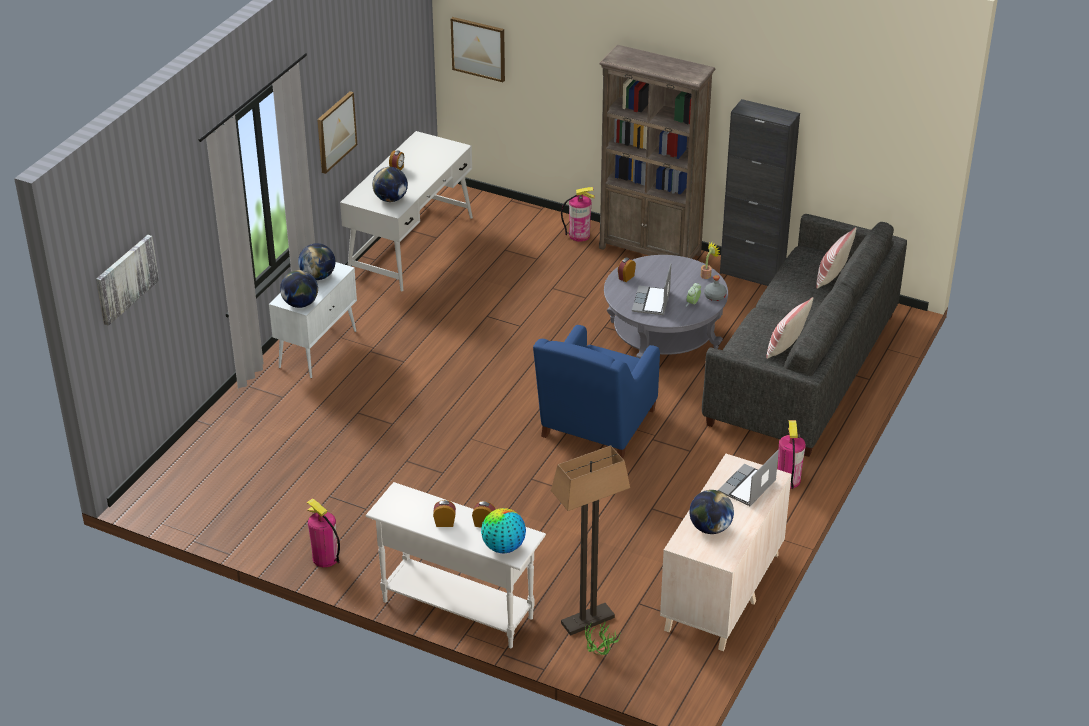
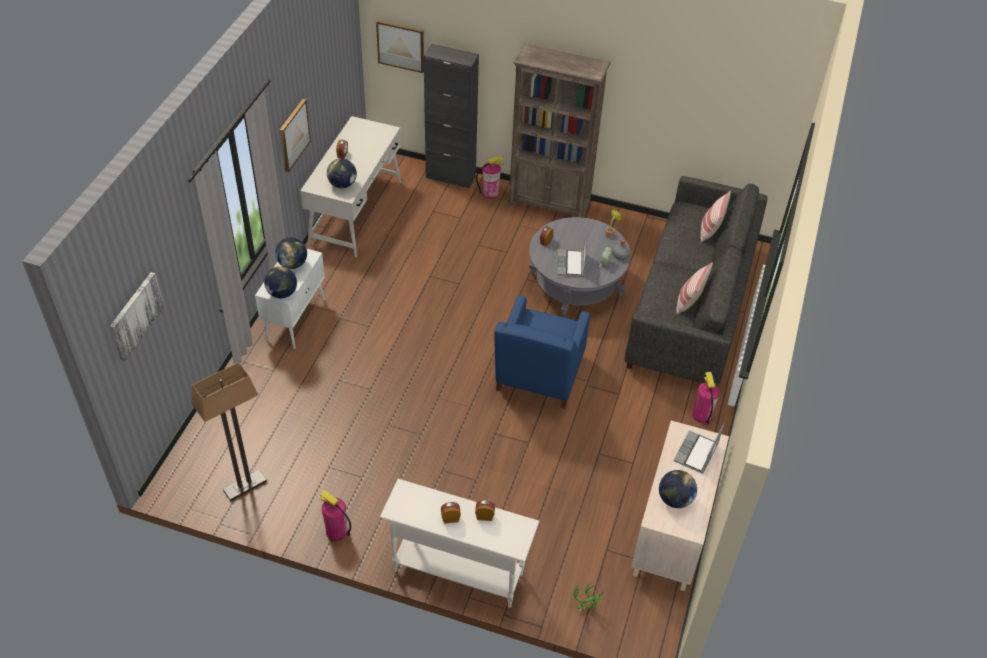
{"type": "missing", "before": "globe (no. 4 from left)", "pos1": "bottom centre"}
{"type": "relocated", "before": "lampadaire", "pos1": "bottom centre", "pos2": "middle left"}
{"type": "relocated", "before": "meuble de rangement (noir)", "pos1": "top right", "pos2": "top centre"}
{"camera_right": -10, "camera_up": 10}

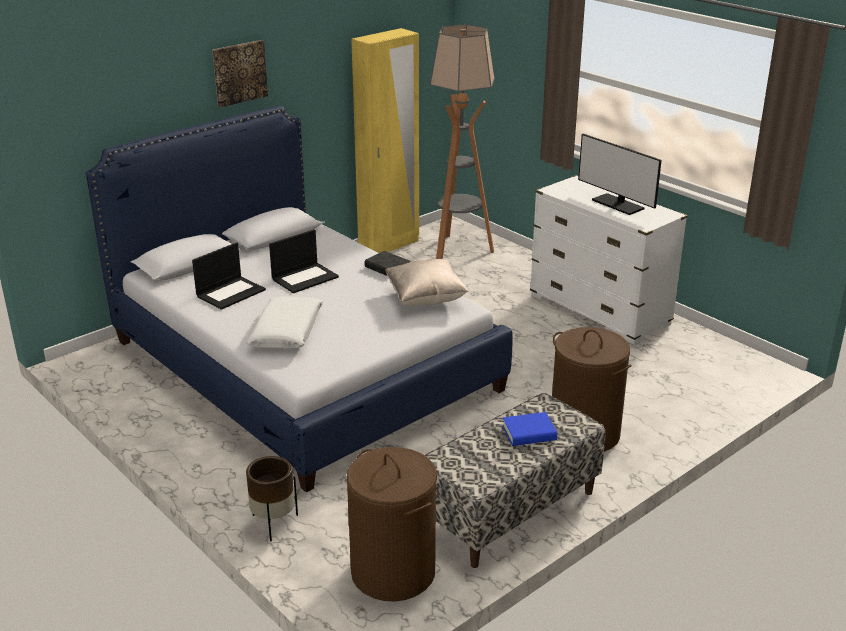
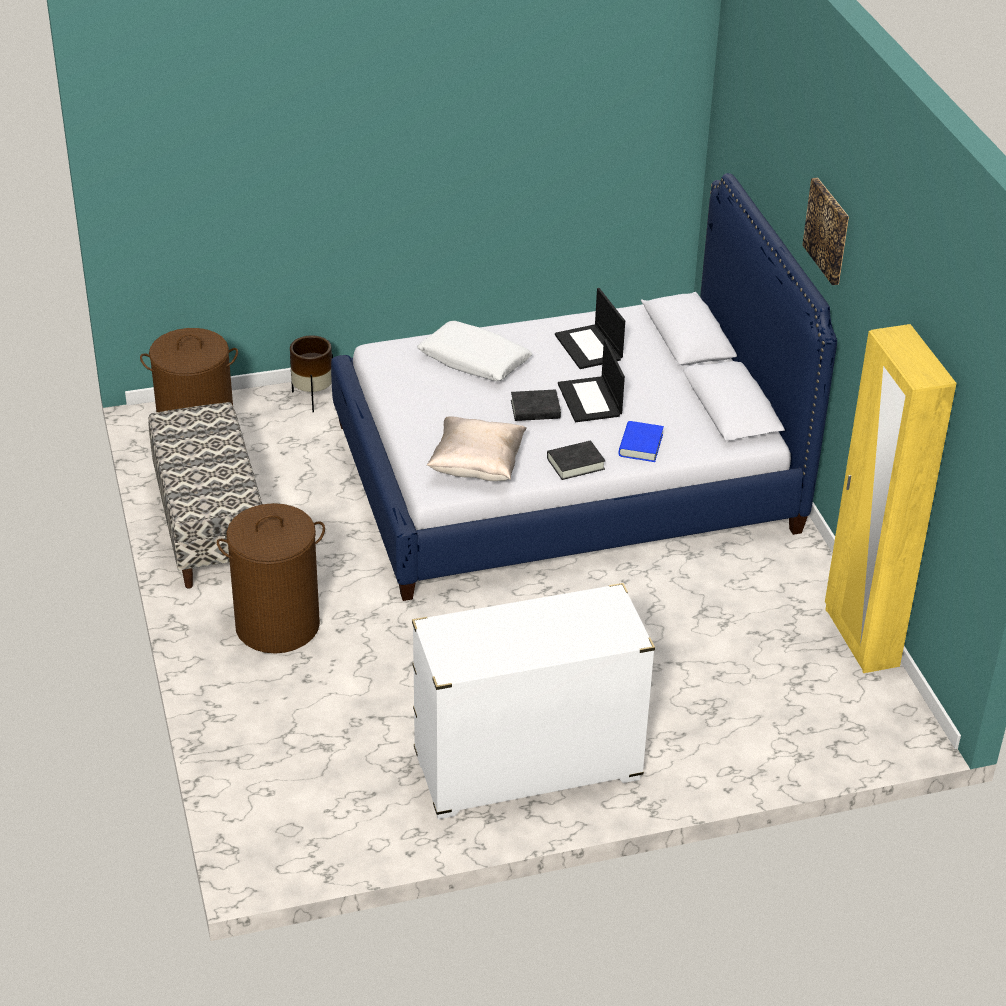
{"type": "missing", "before": "lampadaire", "pos1": "top centre"}
{"type": "relocated", "before": "livre (bleu)", "pos1": "bottom centre", "pos2": "centre"}
{"type": "missing", "before": "écran d'ordinateur", "pos1": "top right"}
{"type": "appeared", "after": "livre (noir) (no. 1 from left)", "pos2": "centre"}
{"camera_right": 115, "camera_up": 10}

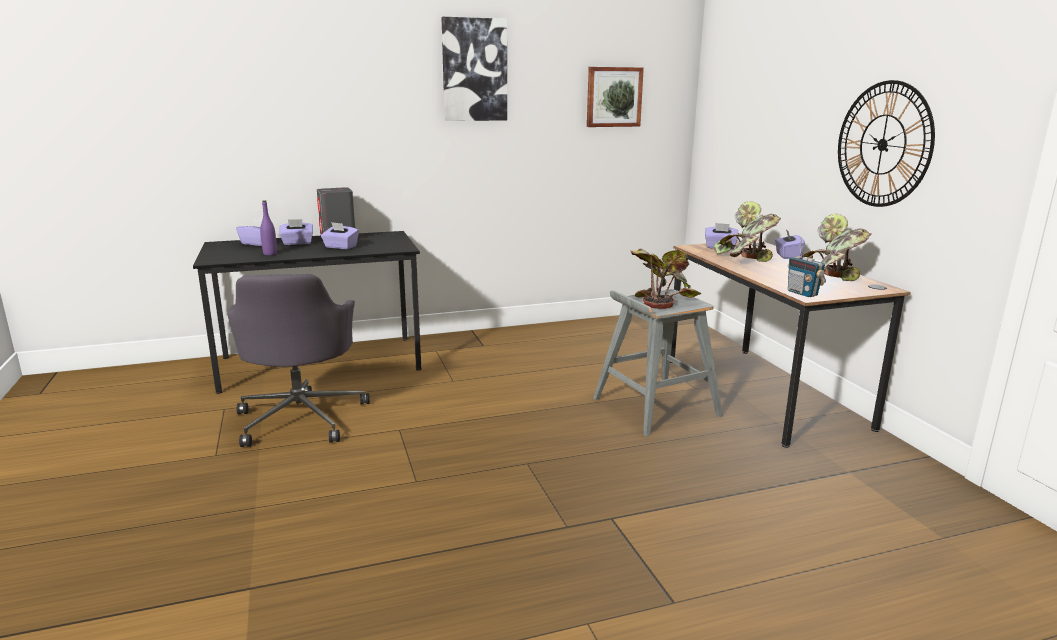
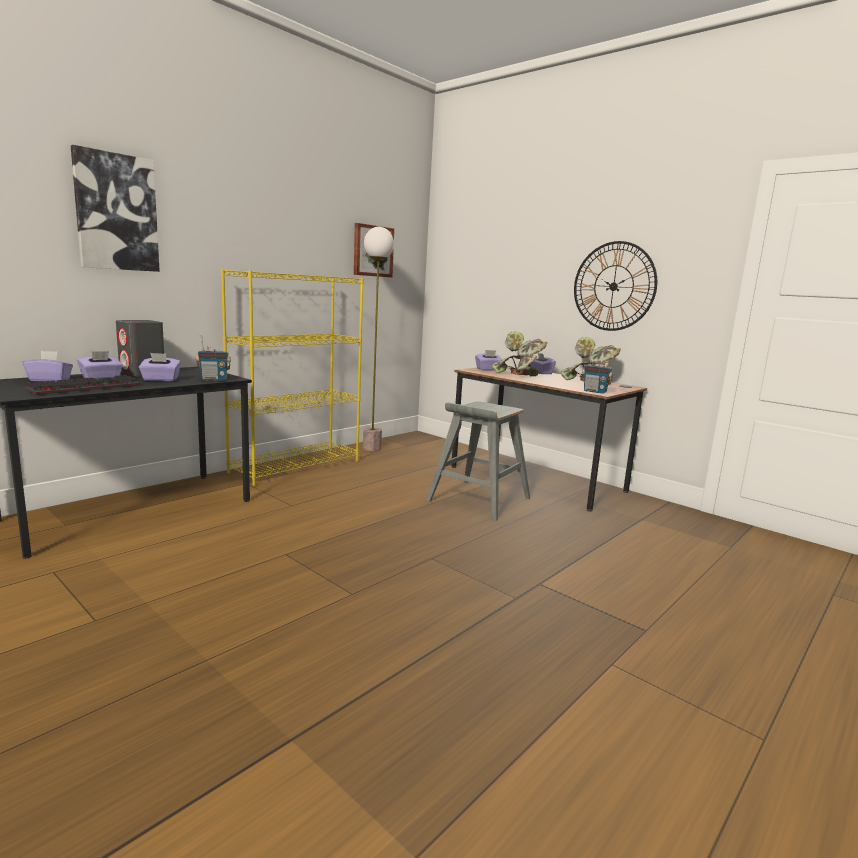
{"type": "missing", "before": "chaise de bureau (gris)", "pos1": "middle left"}
{"type": "exchanged", "before": "bouteille (violet)", "after": "clavier", "pos1": "middle left", "pos2": "middle left"}
{"type": "relocated", "before": "tableau (no. 1 from left)", "pos1": "top centre", "pos2": "top left"}
{"type": "missing", "before": "plante en pot (no. 1 from left)", "pos1": "centre"}
{"type": "appeared", "after": "radio (no. 1 from left)", "pos2": "middle left"}
{"type": "appeared", "after": "bibliothèque (jaune)", "pos2": "centre"}
{"type": "appeared", "after": "lampadaire", "pos2": "centre"}
{"camera_right": -30, "camera_up": -5}

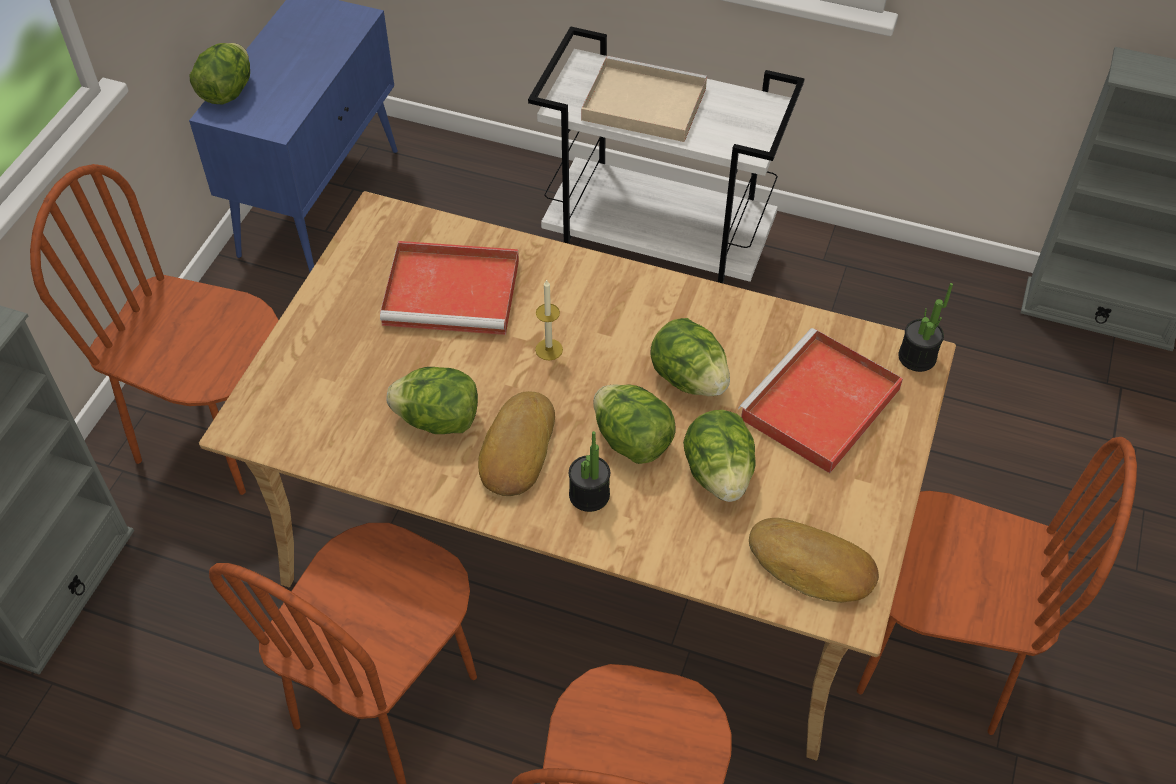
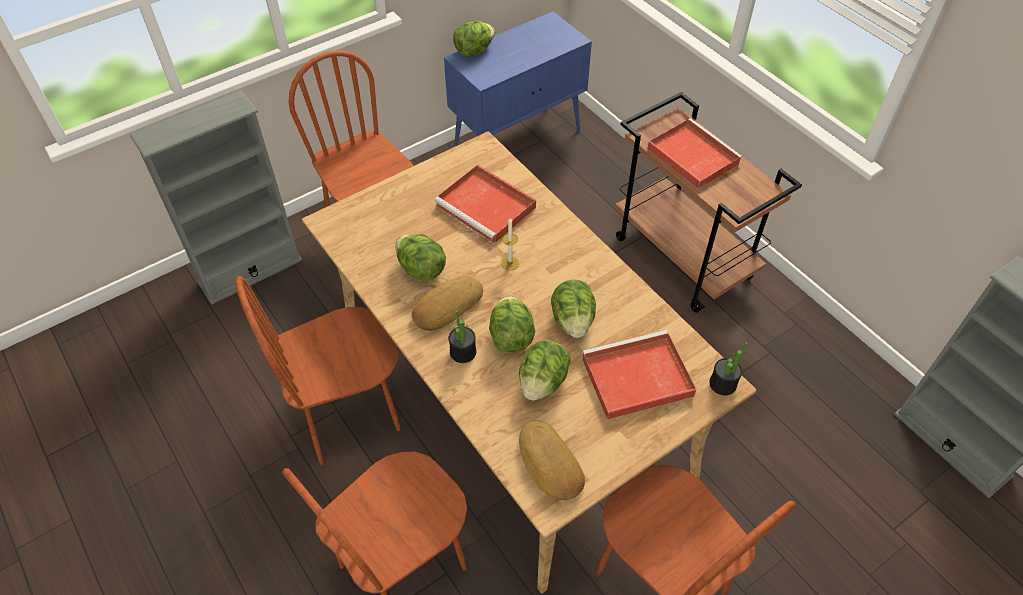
{"type": "colour", "before": "chariot (blanc)", "after": "chariot (marron)", "pos1": "top centre", "pos2": "middle right"}
{"type": "colour", "before": "plateau (beige)", "after": "plateau (rouge) (no. 3 from left)", "pos1": "top centre", "pos2": "top right"}
{"camera_right": 35, "camera_up": 0}

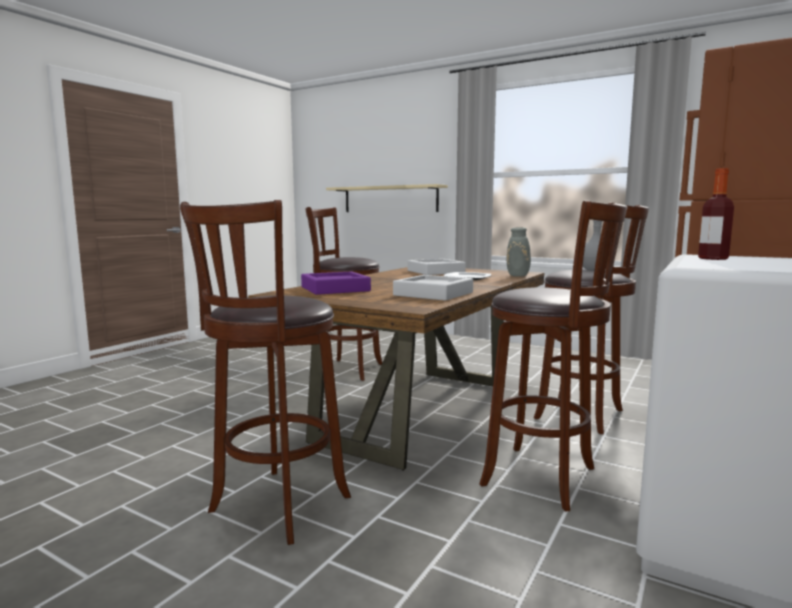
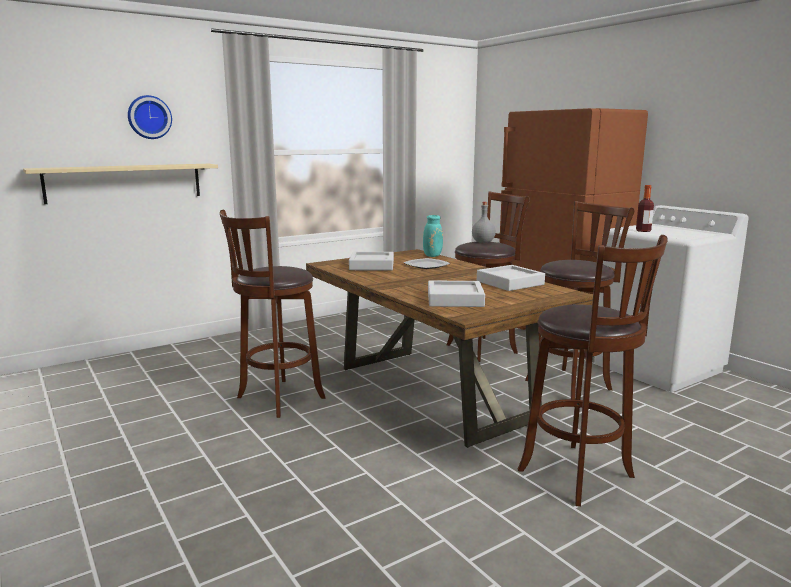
{"type": "colour", "before": "plateau (violet)", "after": "plateau (gris) (no. 2 from left)", "pos1": "centre", "pos2": "centre"}
{"type": "colour", "before": "vase (gris)", "after": "vase (turquoise)", "pos1": "centre", "pos2": "centre"}
{"type": "appeared", "after": "horloge murale", "pos2": "top left"}
{"camera_right": -65, "camera_up": 5}

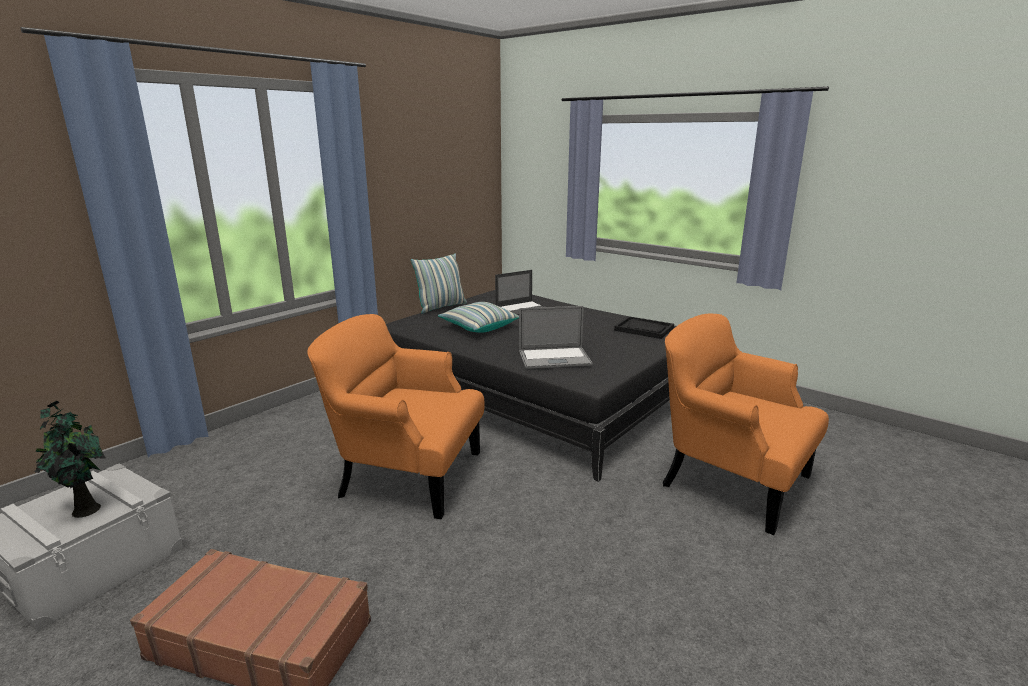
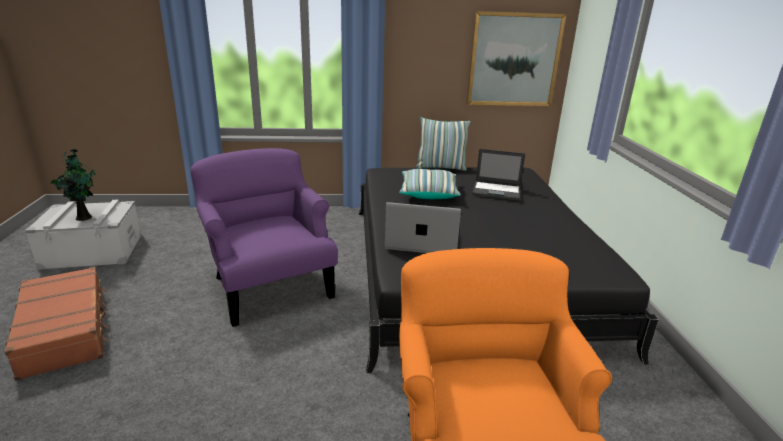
{"type": "colour", "before": "fauteuil (orange) (no. 1 from left)", "after": "fauteuil (violet)", "pos1": "centre", "pos2": "centre"}
{"type": "spun", "before": "ordinateur portable (no. 2 from left in the first image)", "pos1": "centre", "pos2": "centre", "turn": 150}
{"type": "missing", "before": "plateau (noir)", "pos1": "centre"}
{"type": "appeared", "after": "tableau", "pos2": "top centre"}
{"camera_right": 45, "camera_up": 5}

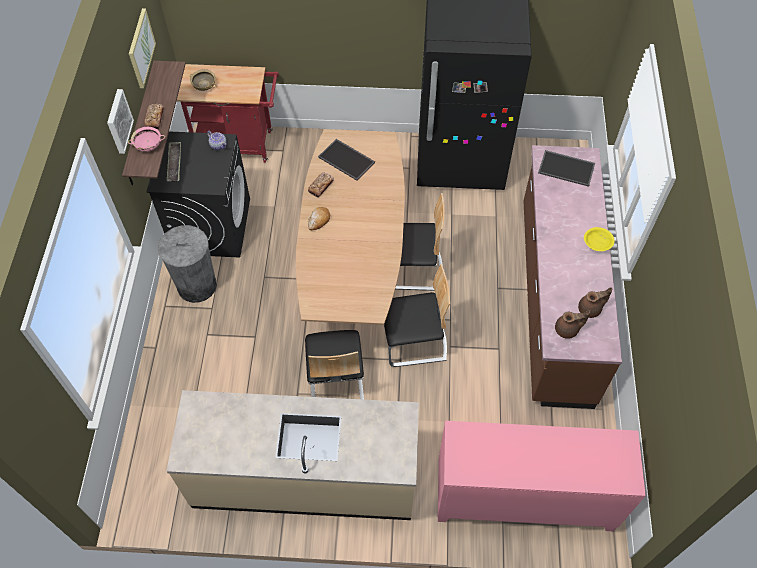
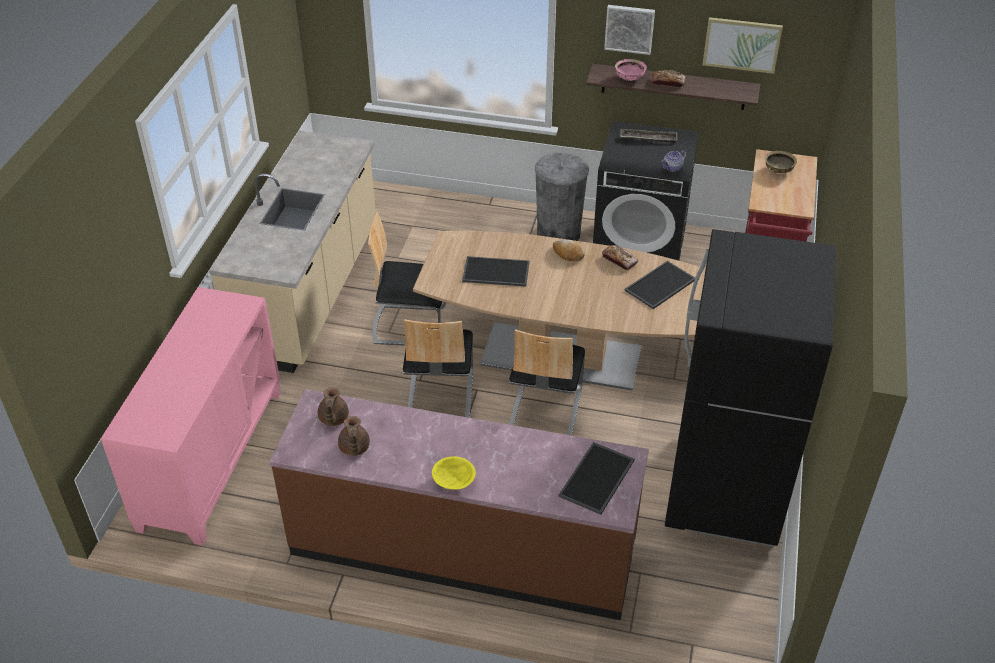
{"type": "appeared", "after": "plateau (no. 1 from left)", "pos2": "centre"}
{"camera_right": 100, "camera_up": -15}

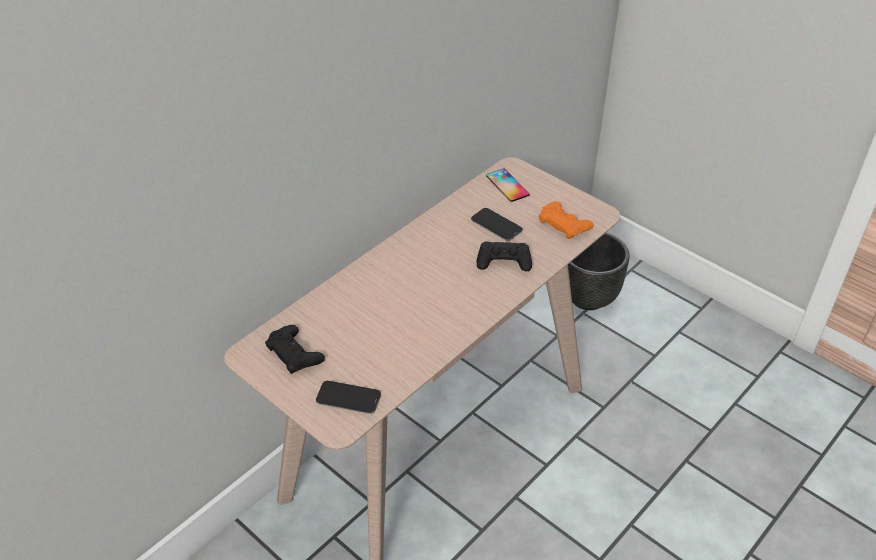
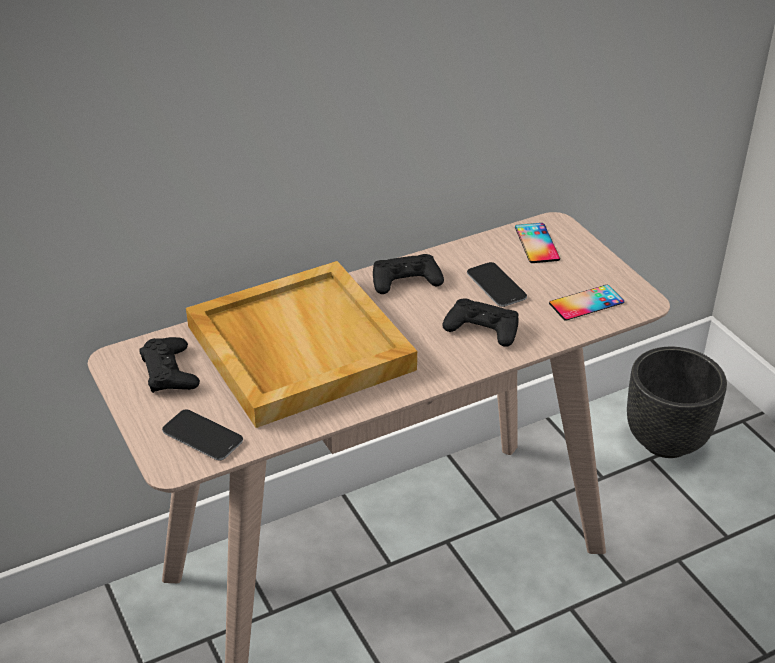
{"type": "exchanged", "before": "manette (orange)", "after": "téléphone (no. 4 from left)", "pos1": "centre", "pos2": "middle right"}
{"type": "appeared", "after": "plateau (beige)", "pos2": "centre"}
{"type": "appeared", "after": "manette (noir) (no. 2 from left)", "pos2": "centre"}
{"camera_right": 20, "camera_up": -5}

